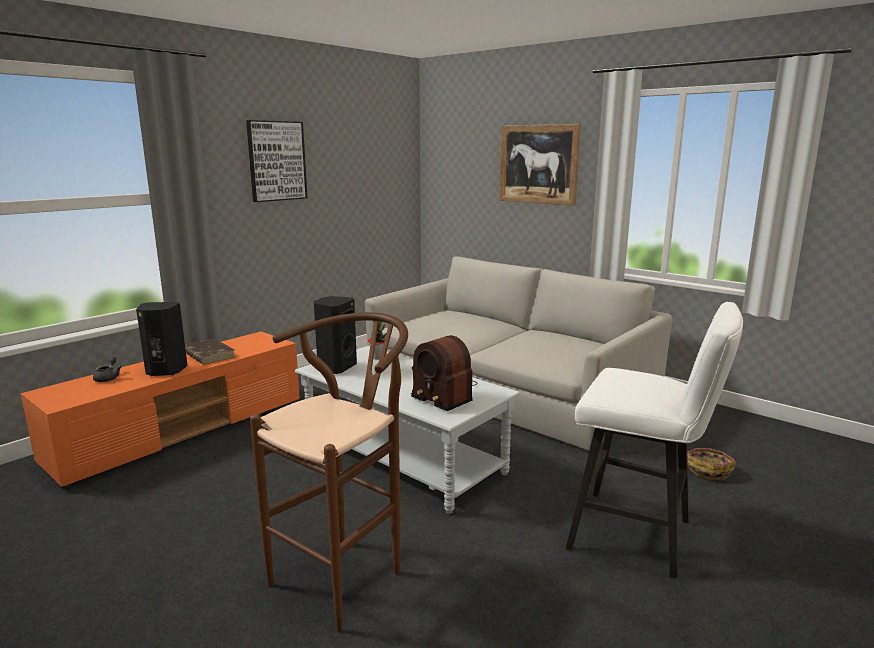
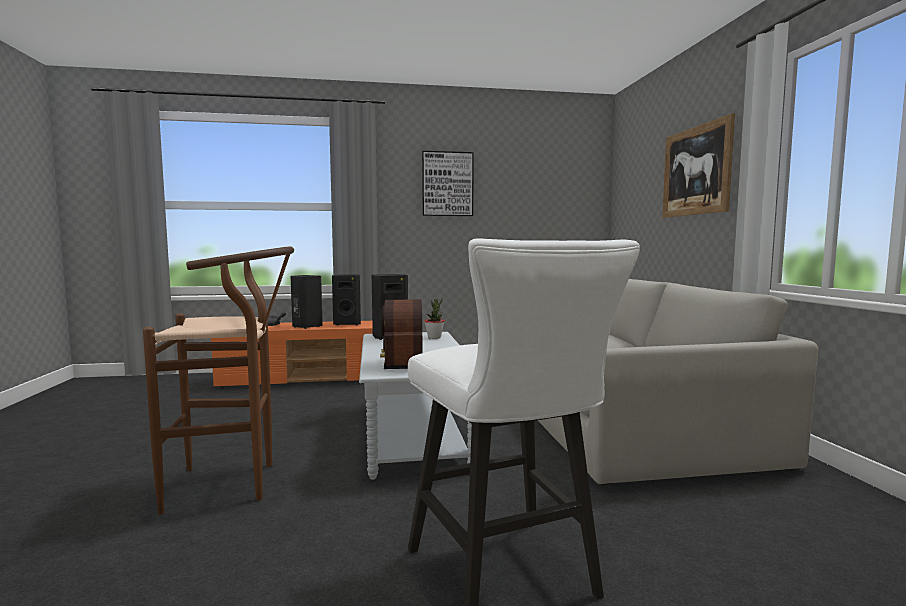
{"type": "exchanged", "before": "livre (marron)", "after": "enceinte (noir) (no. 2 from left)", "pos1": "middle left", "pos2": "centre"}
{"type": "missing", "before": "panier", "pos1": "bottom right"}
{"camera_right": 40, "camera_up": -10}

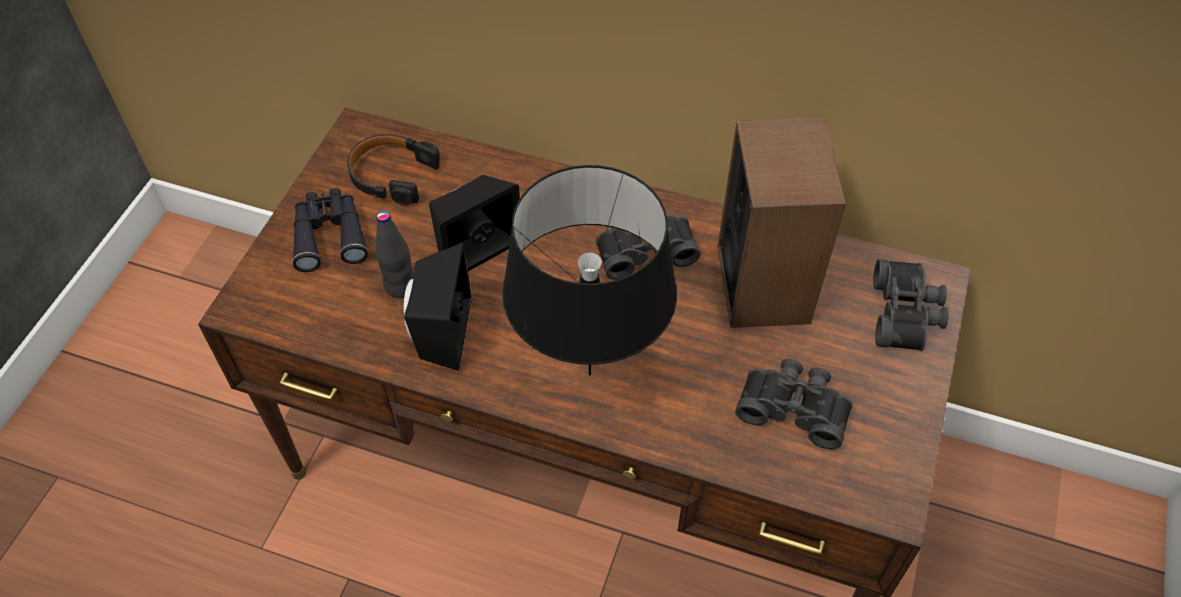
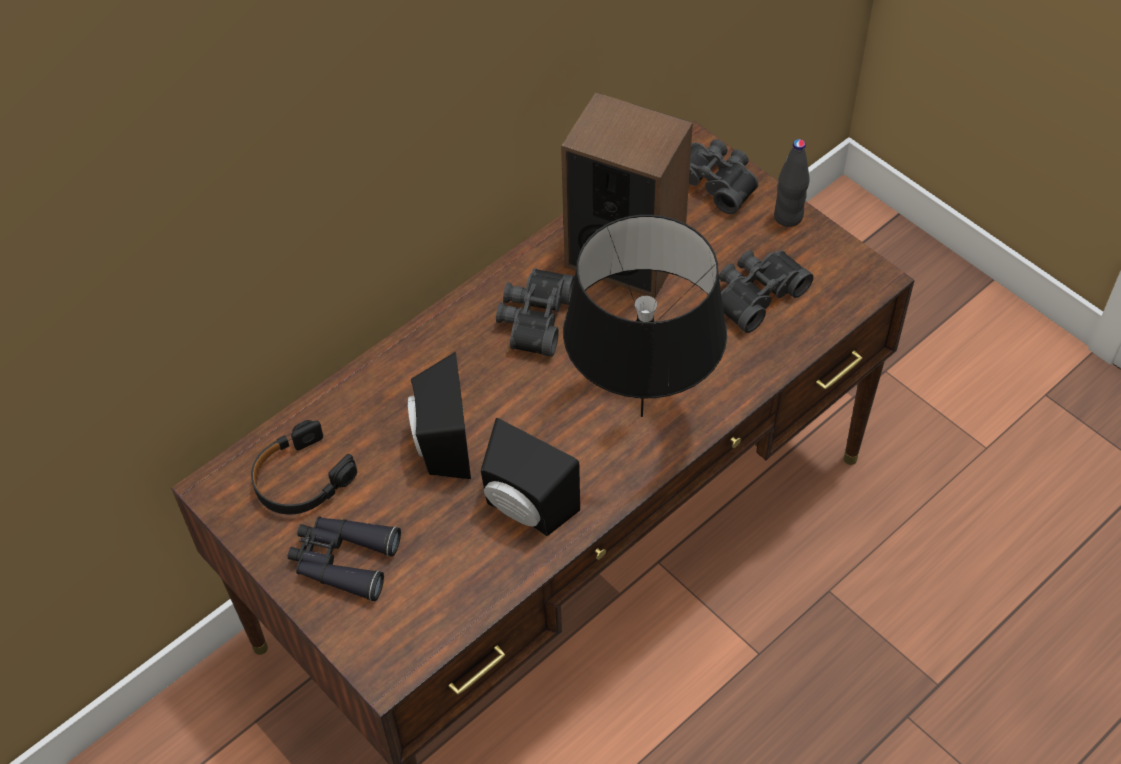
{"type": "relocated", "before": "bouteille (noir)", "pos1": "centre", "pos2": "top right"}
{"camera_right": -60, "camera_up": 0}

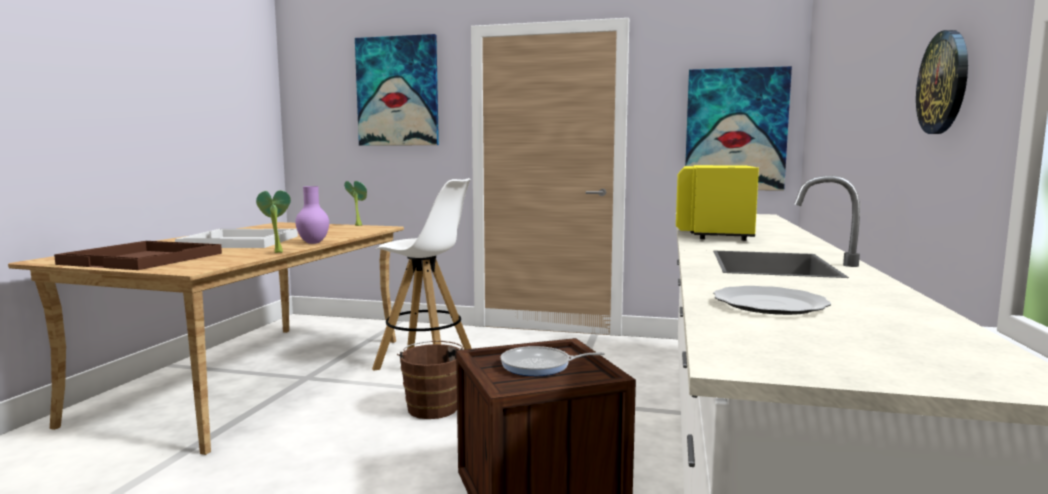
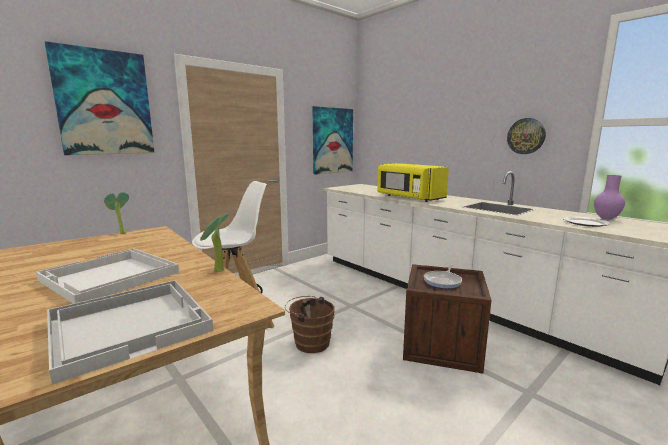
{"type": "colour", "before": "plateau (marron)", "after": "plateau (blanc) (no. 2 from left)", "pos1": "middle left", "pos2": "bottom left"}
{"type": "relocated", "before": "vase (violet)", "pos1": "middle left", "pos2": "middle right"}
{"camera_right": -55, "camera_up": 5}

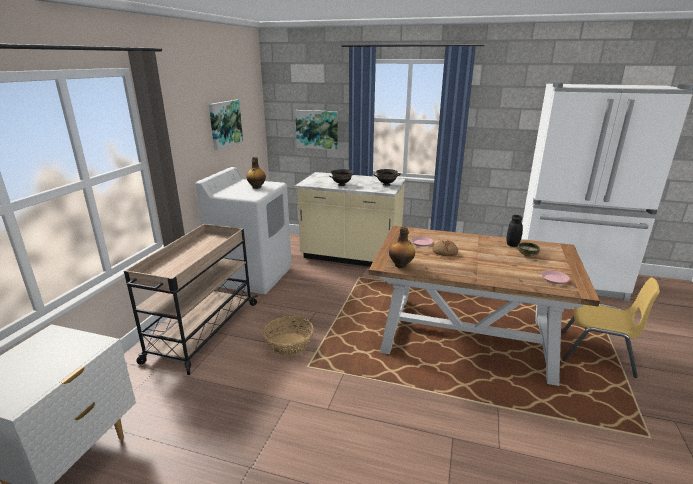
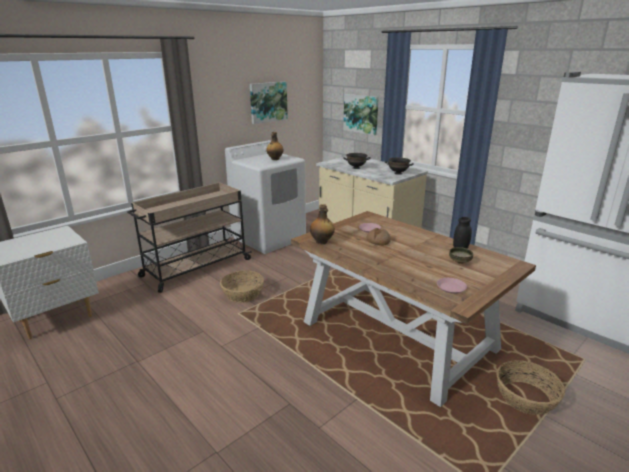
{"type": "exchanged", "before": "chaise (jaune)", "after": "panier (no. 2 from left)", "pos1": "bottom right", "pos2": "bottom right"}
{"camera_right": 30, "camera_up": 0}

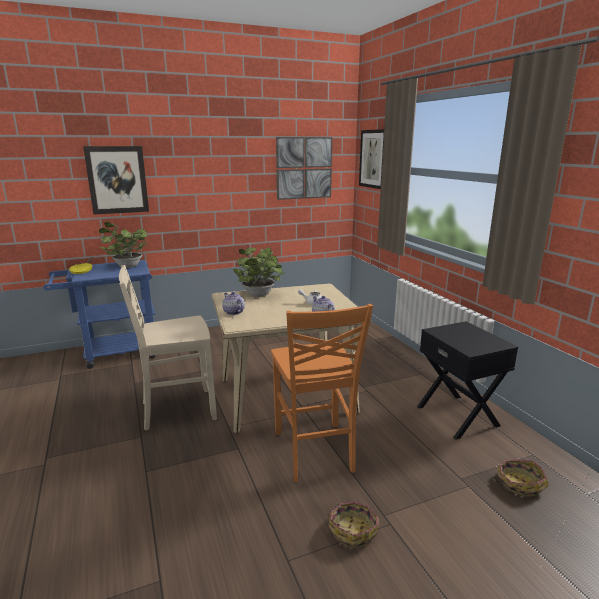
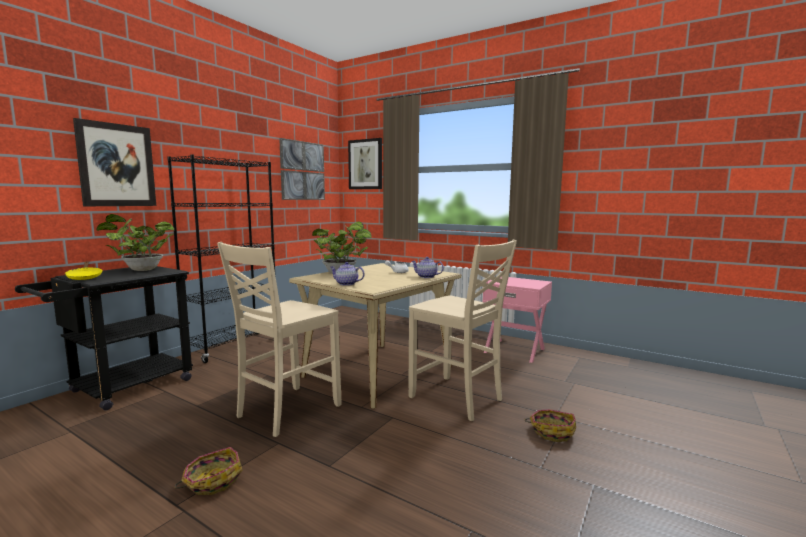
{"type": "colour", "before": "chariot (bleu)", "after": "chariot (noir)", "pos1": "middle left", "pos2": "middle left"}
{"type": "colour", "before": "chaise (orange)", "after": "chaise (beige) (no. 2 from left)", "pos1": "centre", "pos2": "centre"}
{"type": "colour", "before": "table de chevet (noir)", "after": "table de chevet (rose)", "pos1": "middle right", "pos2": "centre"}
{"type": "relocated", "before": "panier (no. 2 from left in the first image)", "after": "panier (no. 1 from left)", "pos1": "bottom right", "pos2": "bottom left"}
{"type": "appeared", "after": "bibliothèque (noir)", "pos2": "middle left"}
{"camera_right": -35, "camera_up": -10}

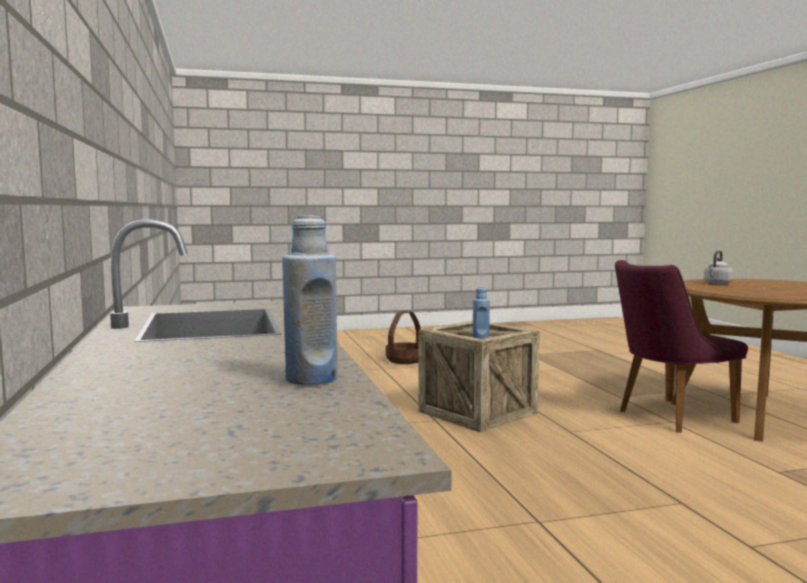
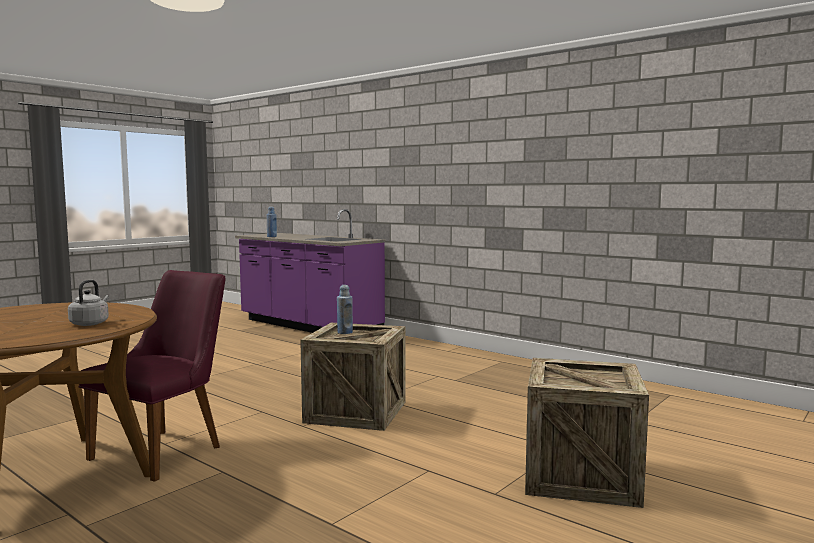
{"type": "exchanged", "before": "panier", "after": "caisse (no. 2 from left)", "pos1": "centre", "pos2": "bottom right"}
{"camera_right": 145, "camera_up": 0}

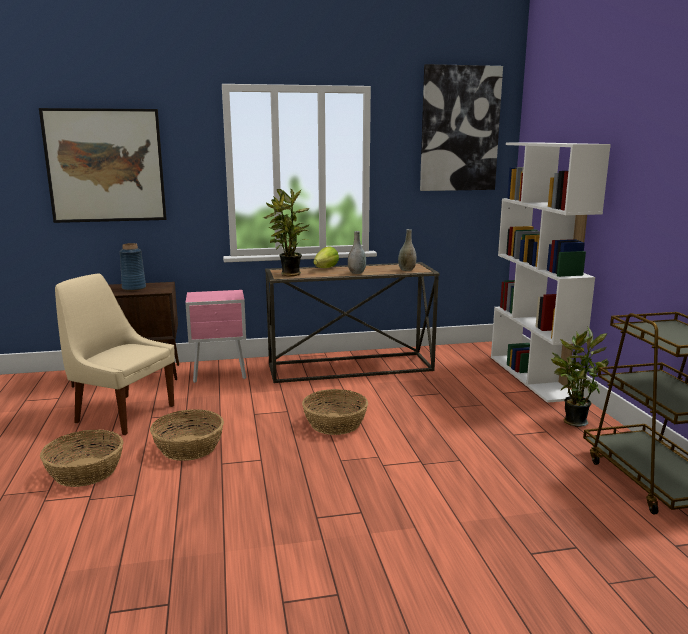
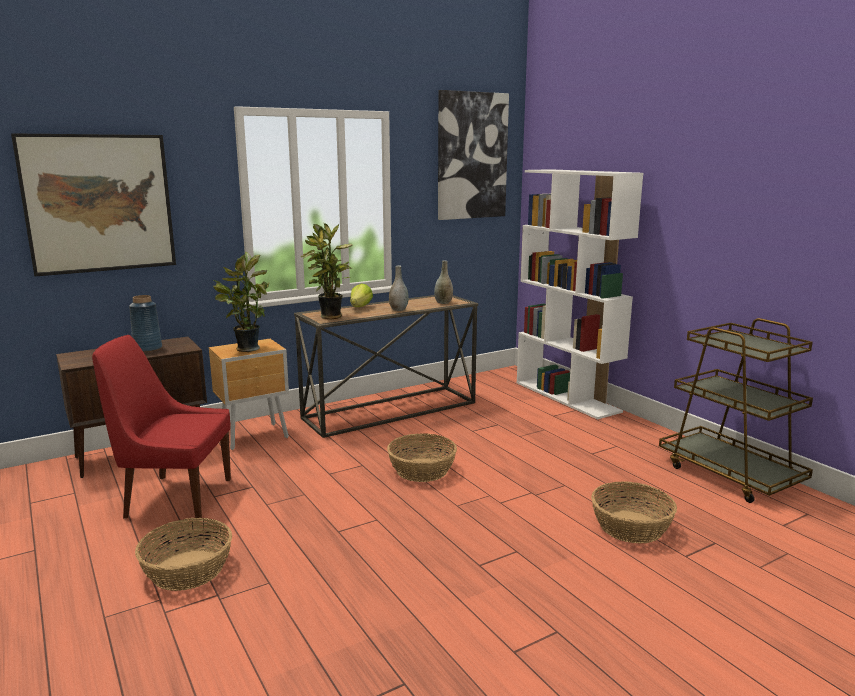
{"type": "colour", "before": "chaise (beige)", "after": "chaise (rouge)", "pos1": "middle left", "pos2": "middle left"}
{"type": "relocated", "before": "panier (no. 2 from left in the first image)", "after": "panier (no. 3 from left)", "pos1": "bottom left", "pos2": "bottom right"}
{"type": "colour", "before": "table de chevet (rose)", "after": "table de chevet (marron)", "pos1": "middle left", "pos2": "middle left"}
{"type": "relocated", "before": "plante en pot (no. 2 from left in the first image)", "after": "plante en pot (no. 1 from left)", "pos1": "middle right", "pos2": "middle left"}
{"camera_right": -20, "camera_up": 0}

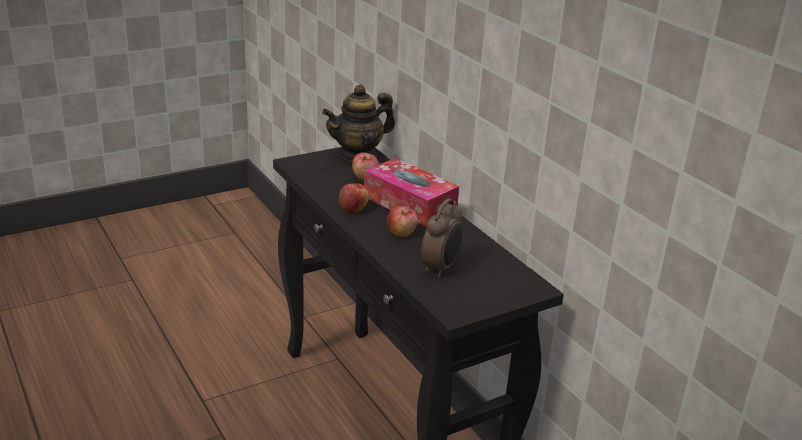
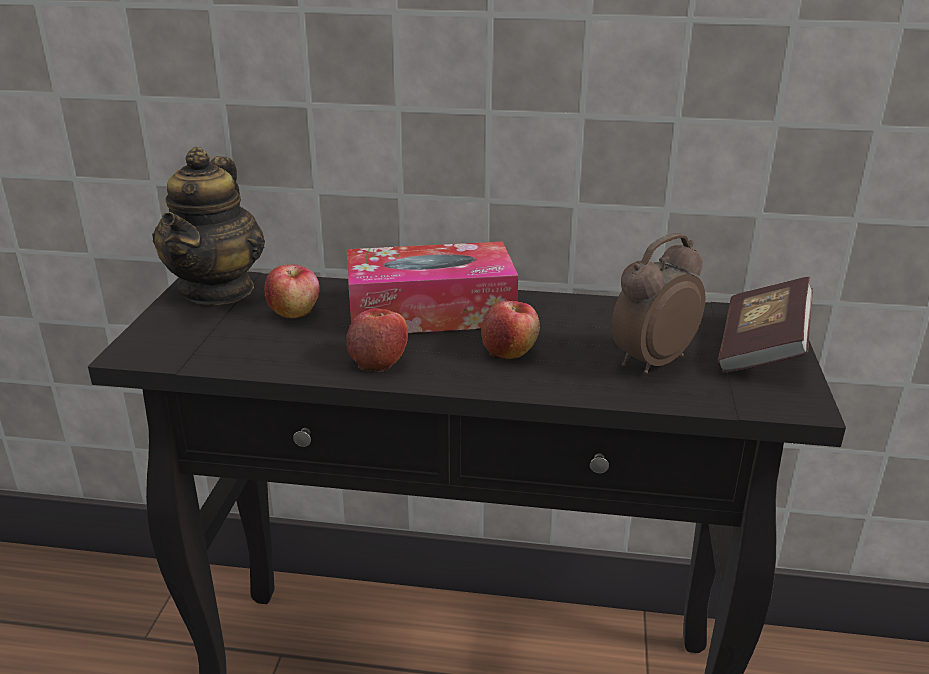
{"type": "spun", "before": "réveil", "pos1": "centre", "pos2": "middle right", "turn": -105}
{"type": "appeared", "after": "livre", "pos2": "middle right"}
{"camera_right": -50, "camera_up": 0}

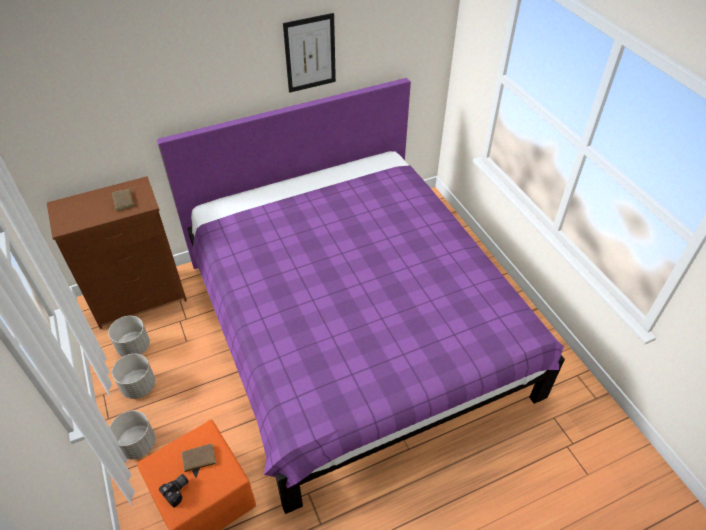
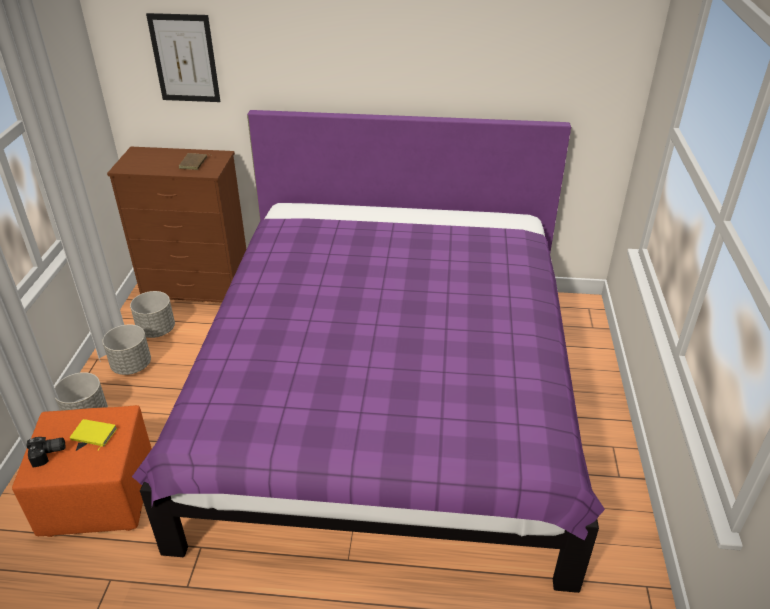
{"type": "colour", "before": "livre (marron) (no. 2 from left)", "after": "livre (jaune)", "pos1": "bottom left", "pos2": "bottom left"}
{"type": "relocated", "before": "tableau", "pos1": "top centre", "pos2": "top left"}
{"camera_right": 30, "camera_up": -10}

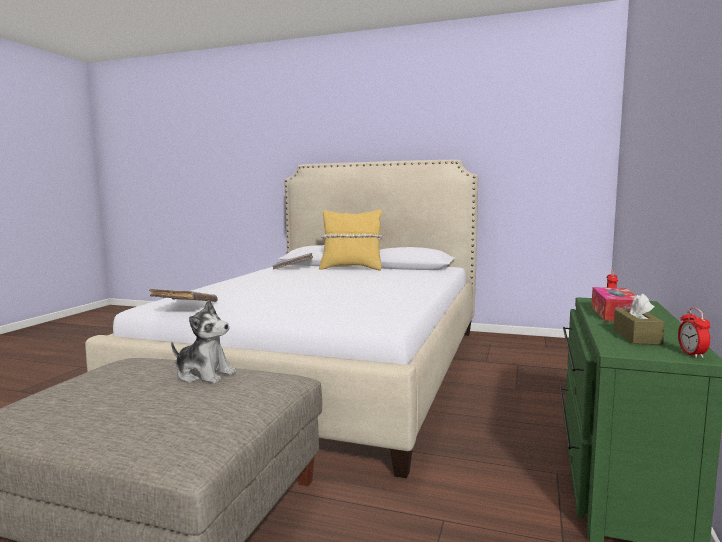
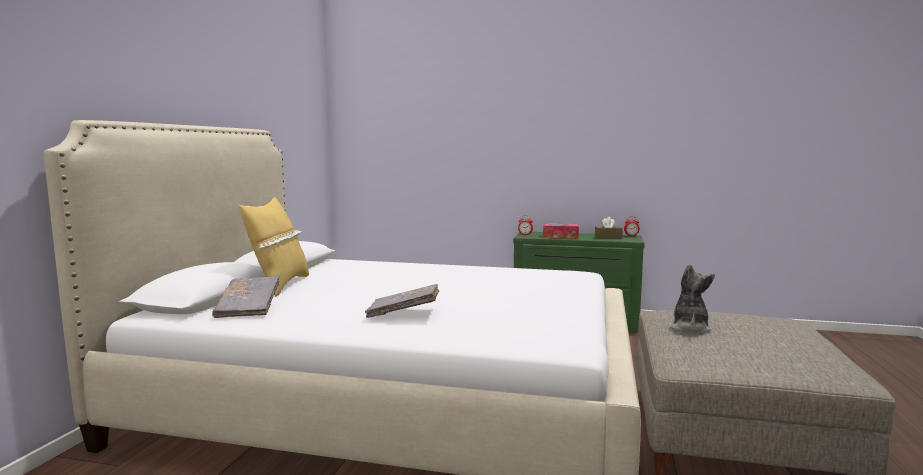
{"type": "relocated", "before": "livre (gris) (no. 1 from left in the first image)", "after": "livre (gris) (no. 2 from left)", "pos1": "middle left", "pos2": "centre"}
{"camera_right": -95, "camera_up": 0}

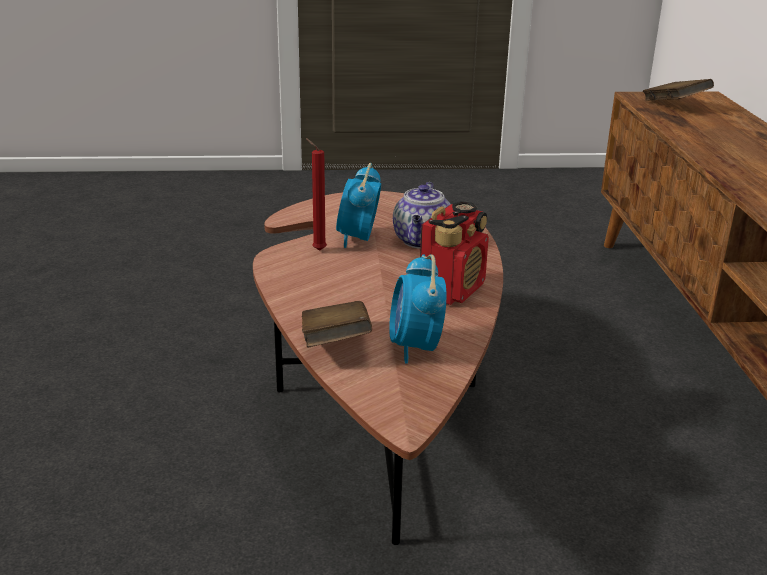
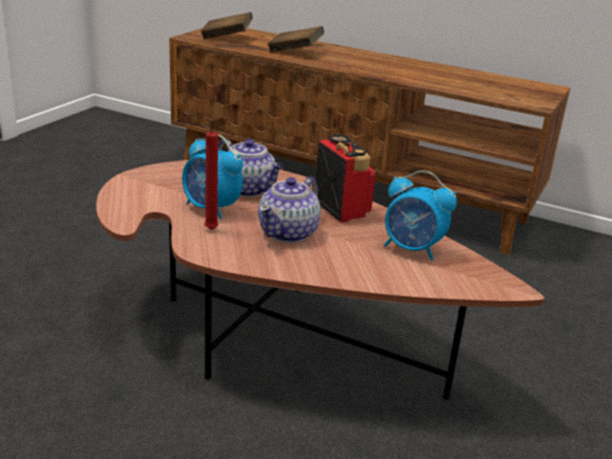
{"type": "relocated", "before": "livre (marron) (no. 1 from left in the first image)", "after": "livre (marron) (no. 2 from left)", "pos1": "centre", "pos2": "top centre"}
{"type": "appeared", "after": "théière (no. 2 from left)", "pos2": "centre"}
{"camera_right": -60, "camera_up": 0}

